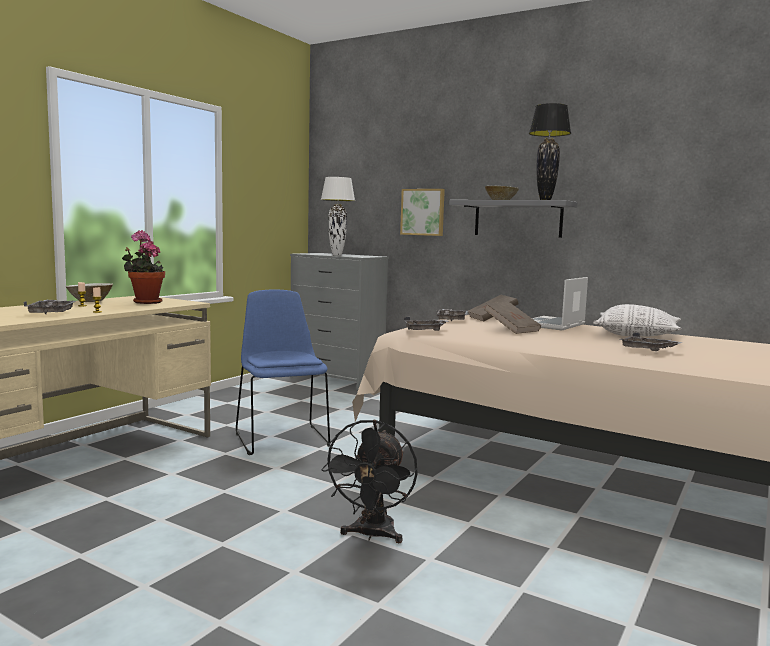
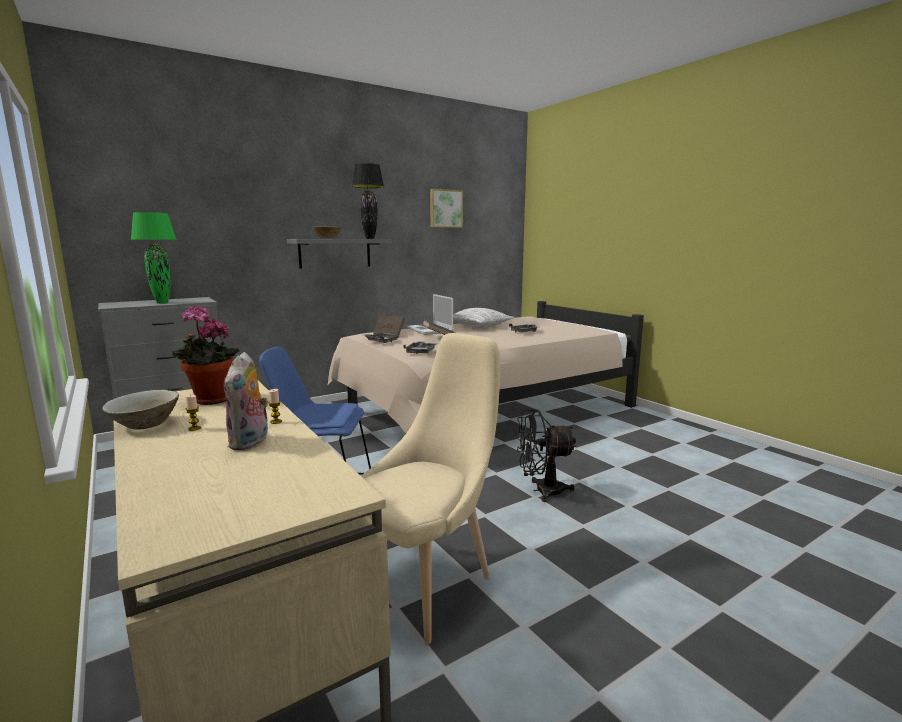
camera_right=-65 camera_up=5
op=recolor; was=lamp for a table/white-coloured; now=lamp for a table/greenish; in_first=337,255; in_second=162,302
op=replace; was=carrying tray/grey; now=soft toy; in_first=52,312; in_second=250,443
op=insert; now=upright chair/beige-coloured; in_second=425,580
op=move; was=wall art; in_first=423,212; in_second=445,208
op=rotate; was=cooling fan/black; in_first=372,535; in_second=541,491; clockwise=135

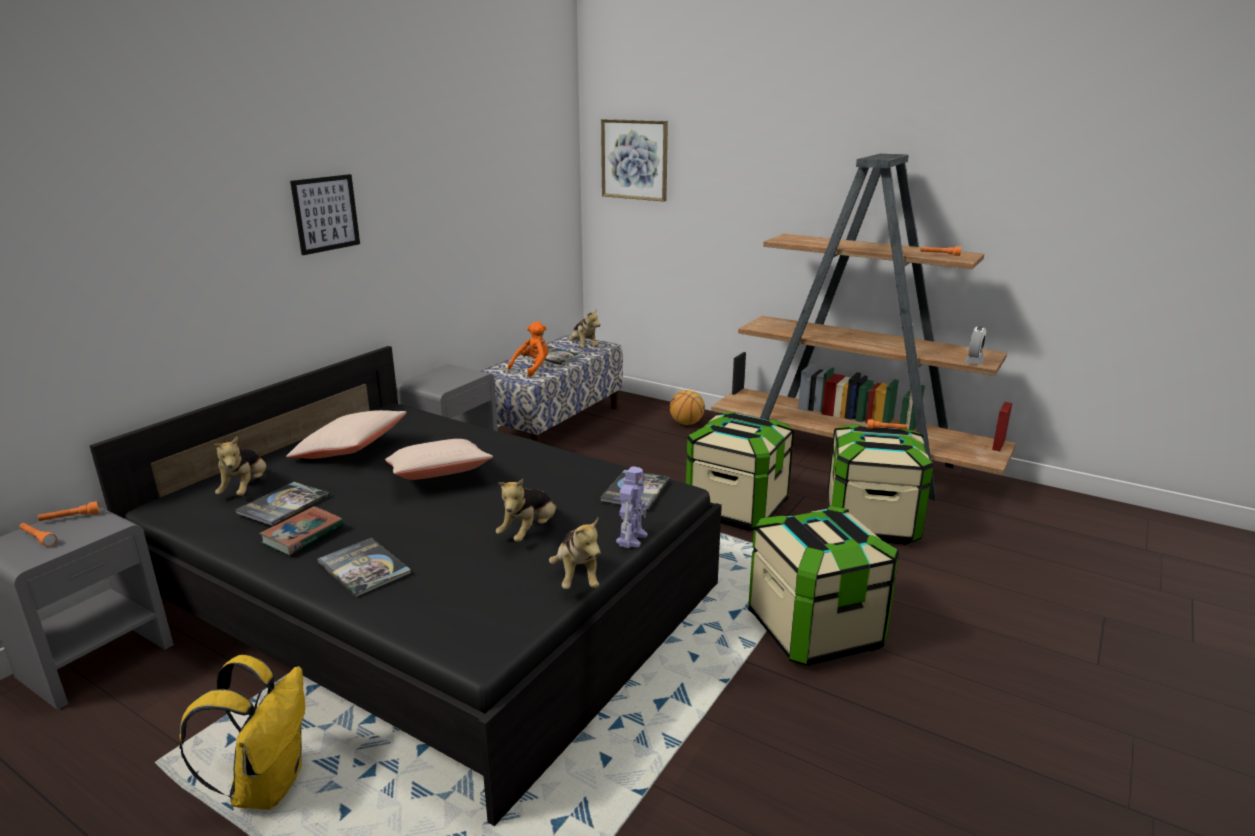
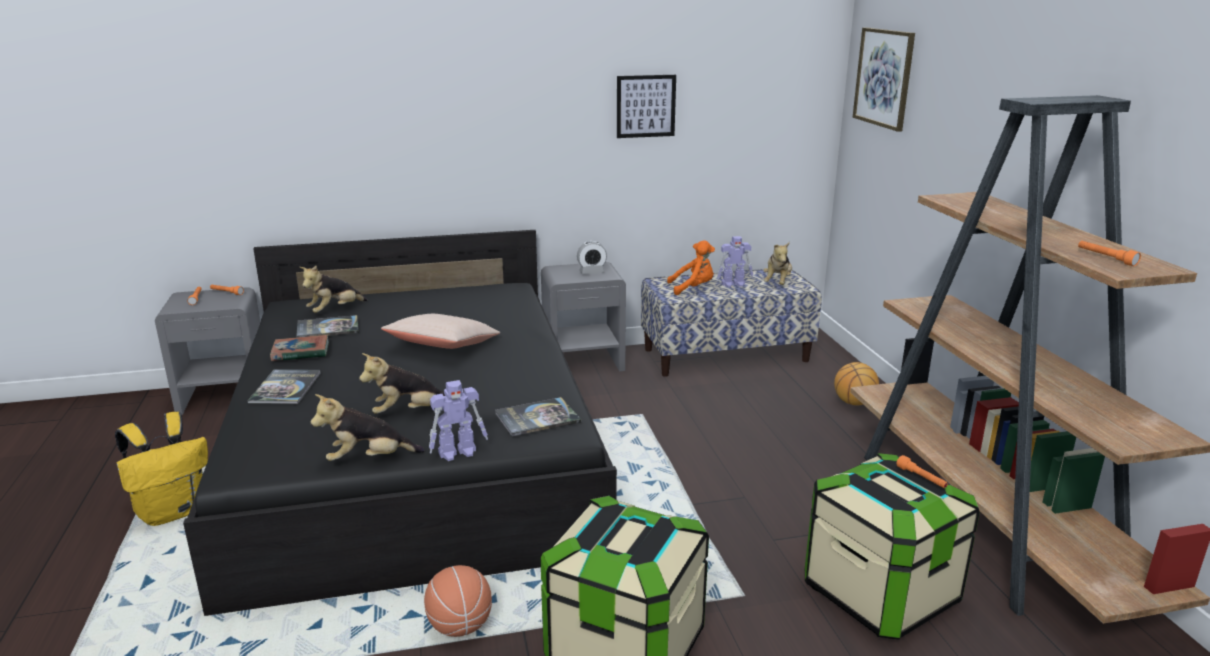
camera_right=45 camera_up=0
op=rotate; was=soft toy; in_first=577,577; in_second=369,459; clockwise=45
op=insert; now=ball for basketball; in_second=460,626
op=move; was=table clock; in_first=974,361; in_second=591,272
op=move; was=wall art; in_first=326,214; in_second=645,106
op=replace; was=volume; now=model robot; in_first=555,356; in_second=734,284
op=delete; was=pillow/beige-coloured; in_first=350,450
op=delete; was=storage bin; in_first=736,508

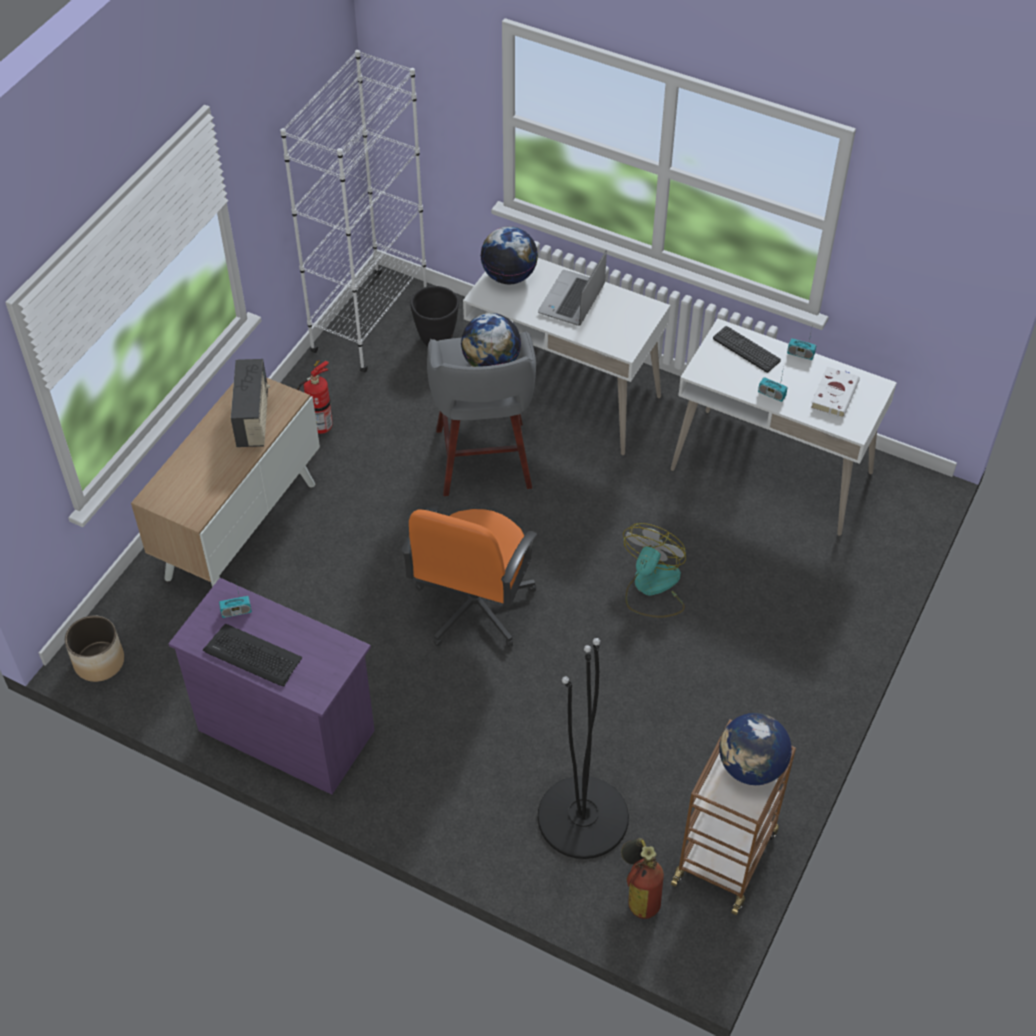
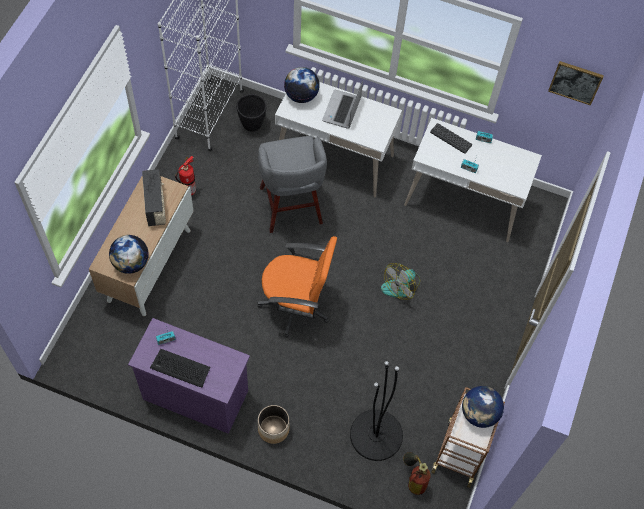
camera_right=-10 camera_up=10
op=move; was=world globe; in_first=491,364; in_second=131,263
op=rotate; was=computer chair/orange-coloured; in_first=473,606; in_second=296,305; clockwise=-90
op=move; was=planter; in_first=99,661; in_second=273,429
op=rotate; was=cooling fan; in_first=652,588; in_second=401,285; clockwise=-150
op=insert; now=wall art; in_second=575,82
op=delete; was=volume/white-coloured; in_first=834,393

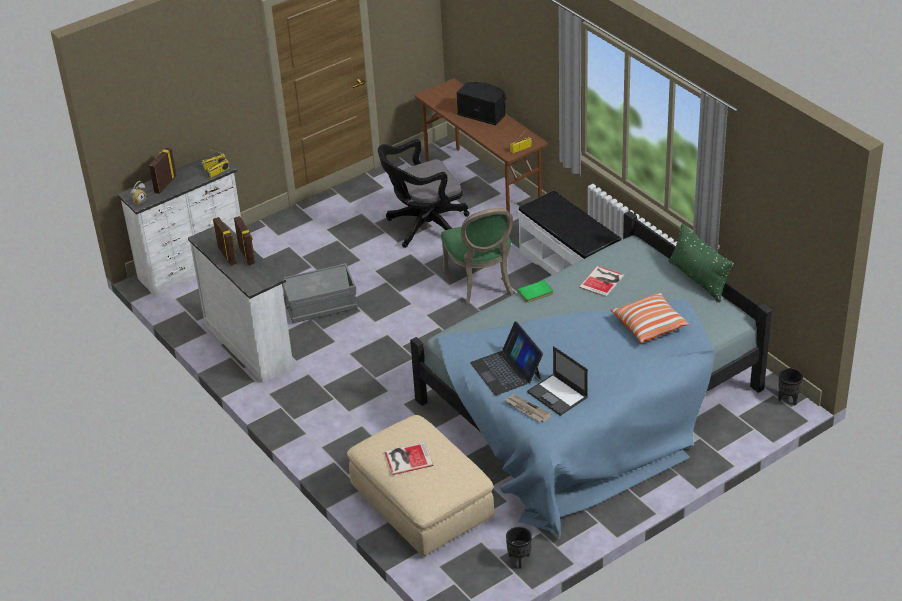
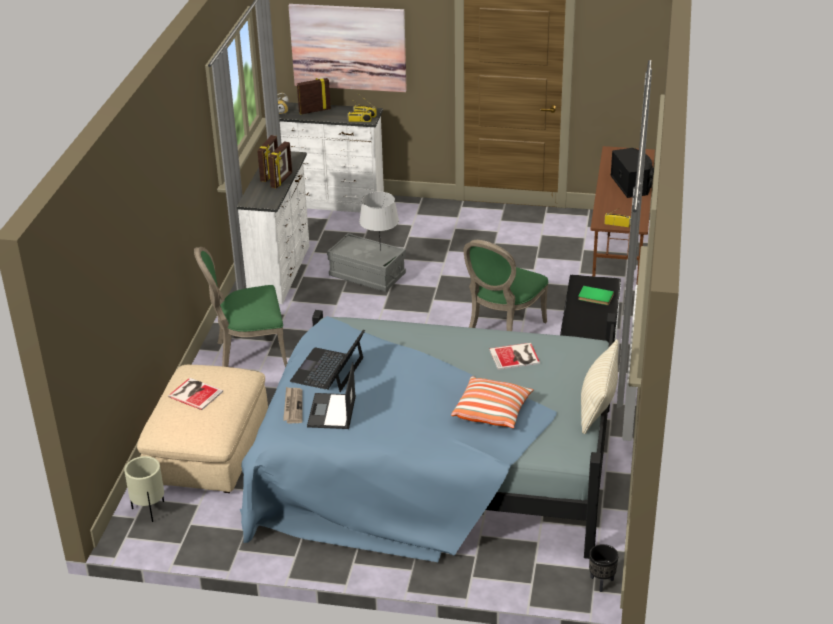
camera_right=45 camera_up=-5
op=insert; now=planter/beige-coloured; in_second=149,510
op=insert; now=upright chair/greenish; in_second=249,353
op=insert; now=wall art; in_second=348,47
op=insert; now=lamp for a table/grey; in_second=380,251
op=move; was=volume/greenish; in_first=536,293; in_second=595,297
op=recolor; was=pillow/greenish; now=pillow/beige-coloured; in_first=698,279; in_second=598,406
op=delete; was=computer chair/black; in_first=424,227
op=delete; was=planter/black; in_first=519,560

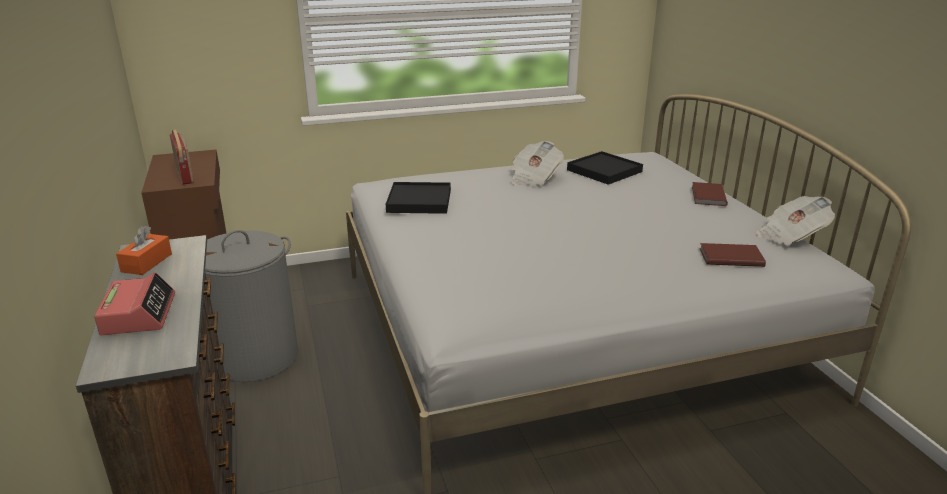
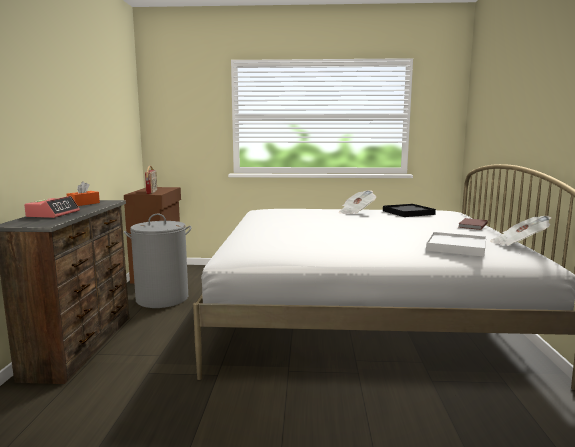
camera_right=20 camera_up=-15
op=replace; was=volume/brown-coloured; now=carrying tray/white-coloured; in_first=730,257; in_second=456,247
op=delete; was=carrying tray/black; in_first=419,201

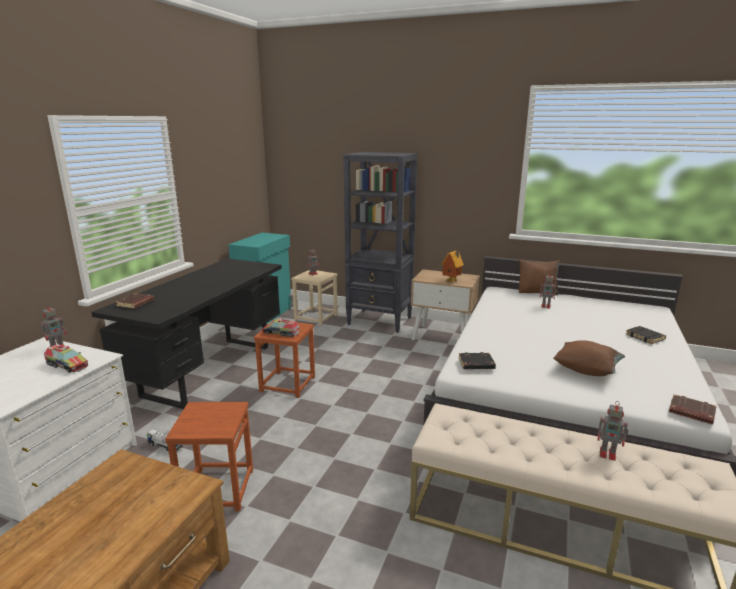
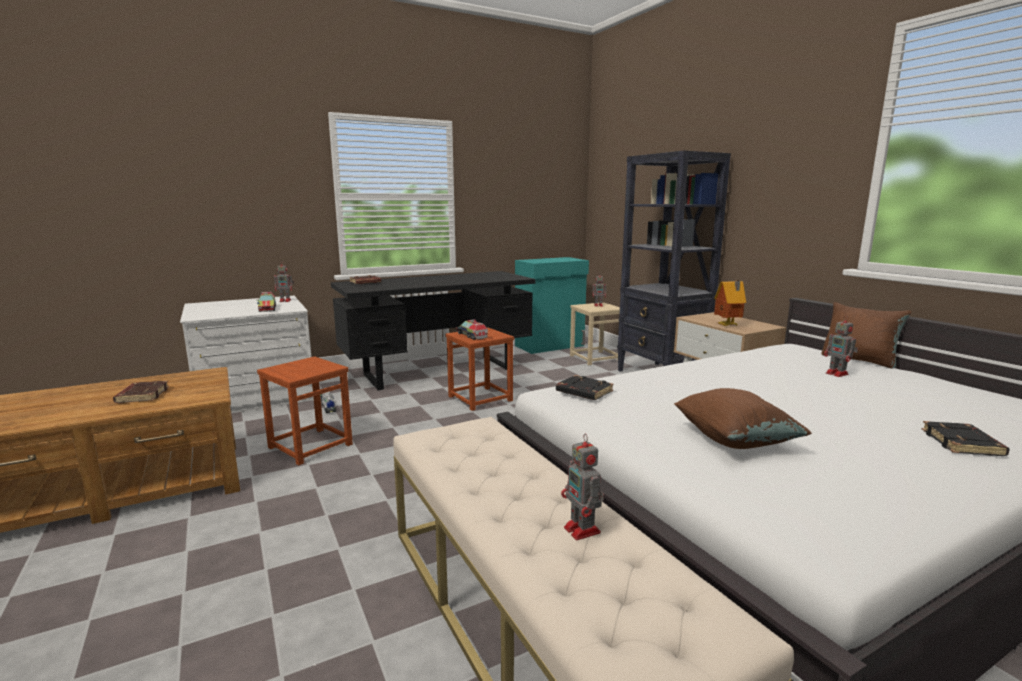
camera_right=40 camera_up=-5
op=move; was=volume/brown-coloured; in_first=690,412; in_second=142,395

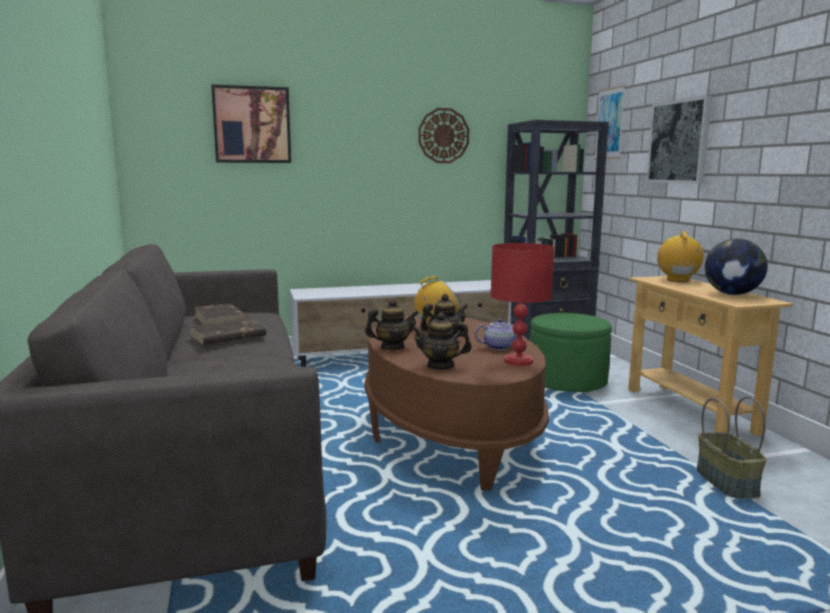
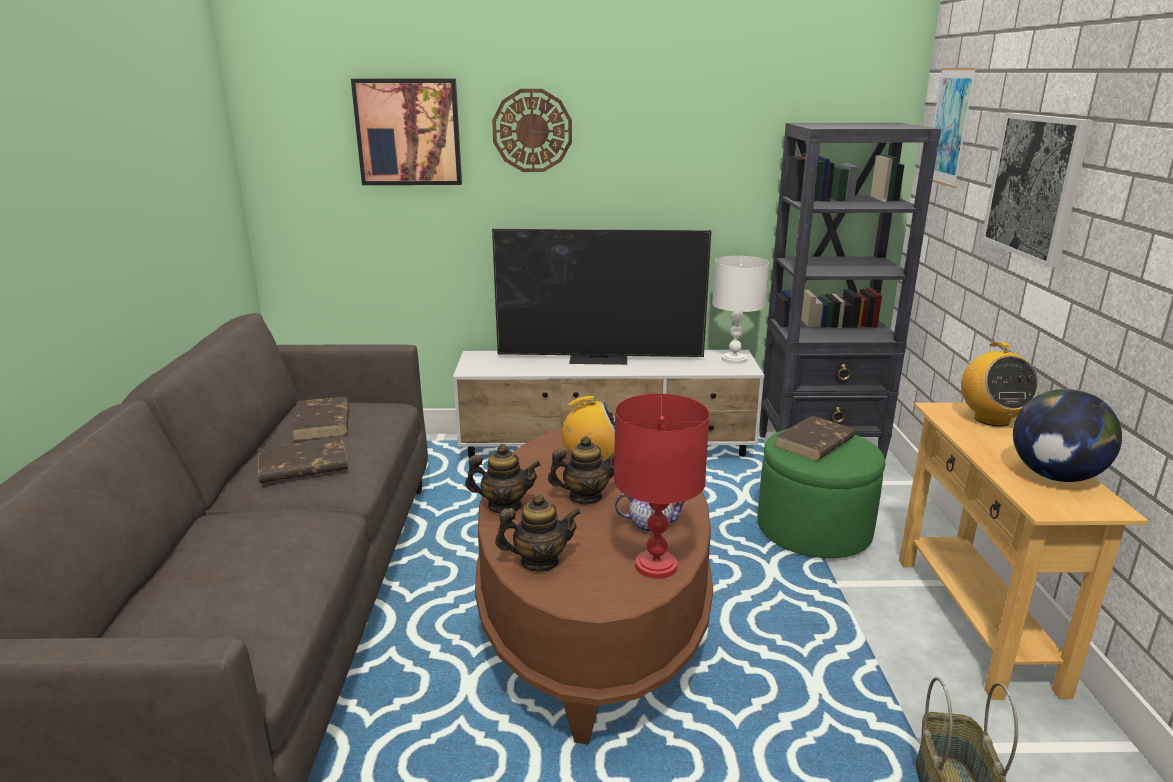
camera_right=15 camera_up=10
op=move; was=hanging clock; in_first=443,135; in_second=532,131
op=insert; now=TV; in_second=599,358
op=rotate; was=teapot; in_first=440,366; in_second=539,562; clockwise=150
op=insert; now=lamp for a table/white-coloured; in_second=734,359
op=insert; now=volume/brown-coloured; in_second=814,443
op=rotate; was=radio set; in_first=678,280; in_second=991,419; clockwise=150

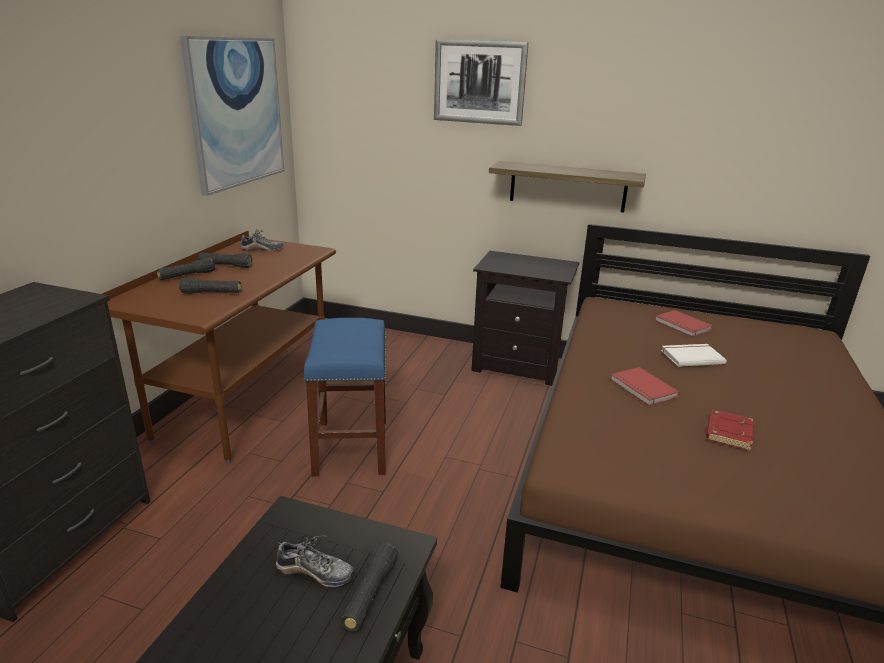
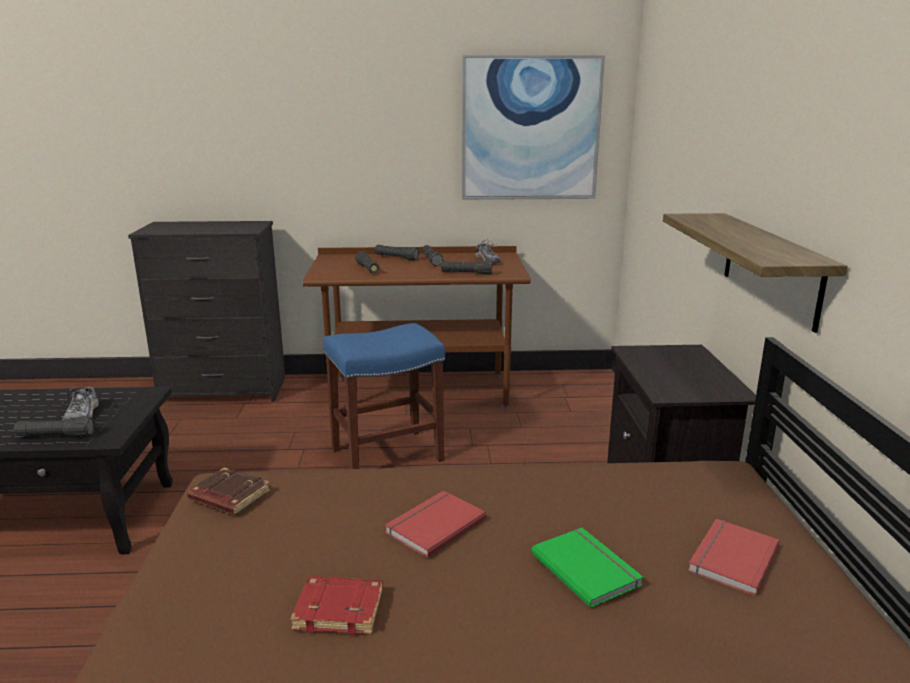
camera_right=70 camera_up=-5
op=insert; now=volume/brown-coloured; in_second=228,497
op=insert; now=hand torch/black; in_second=466,273
op=recolor; was=volume/white-coloured; now=volume/greenish; in_first=691,356; in_second=587,568
op=delete; was=wall art; in_first=479,82

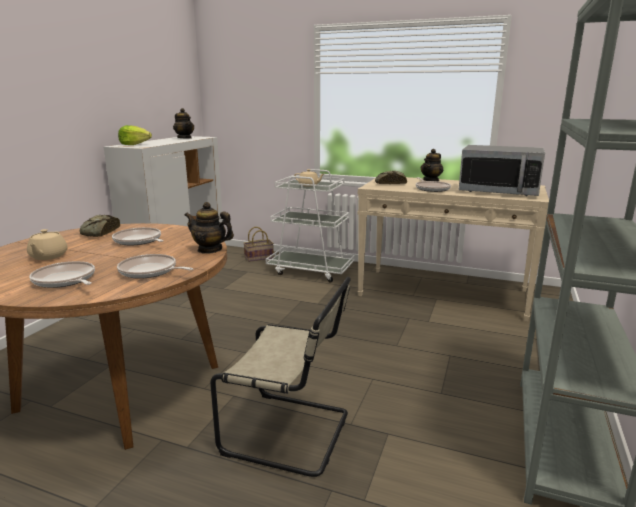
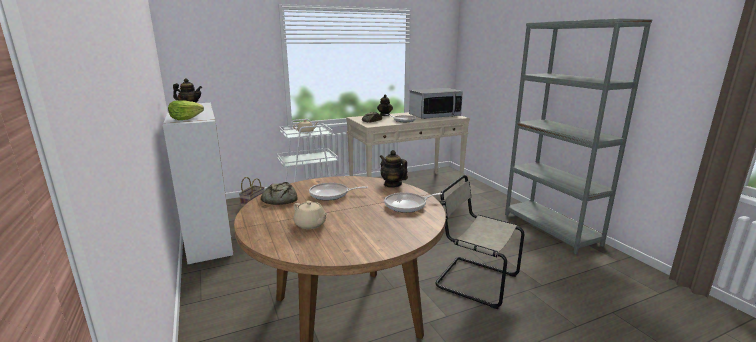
camera_right=-45 camera_up=0
op=rotate; was=teapot; in_first=210,250; in_second=392,184; clockwise=75
op=rotate; was=upright chair/beige-coloured; in_first=291,433; in_second=473,280; clockwise=-120
op=delete; was=skillet; in_first=65,280

